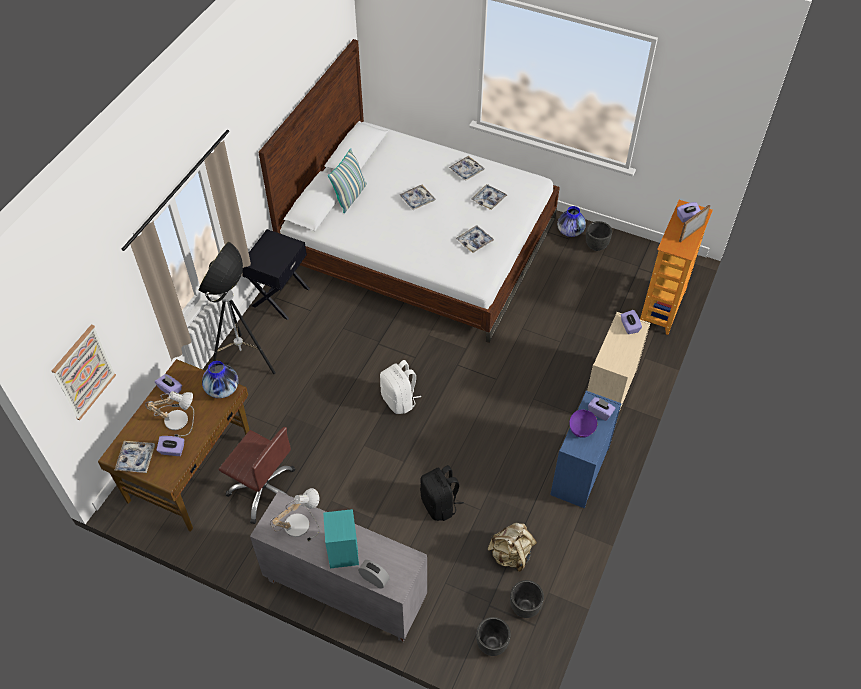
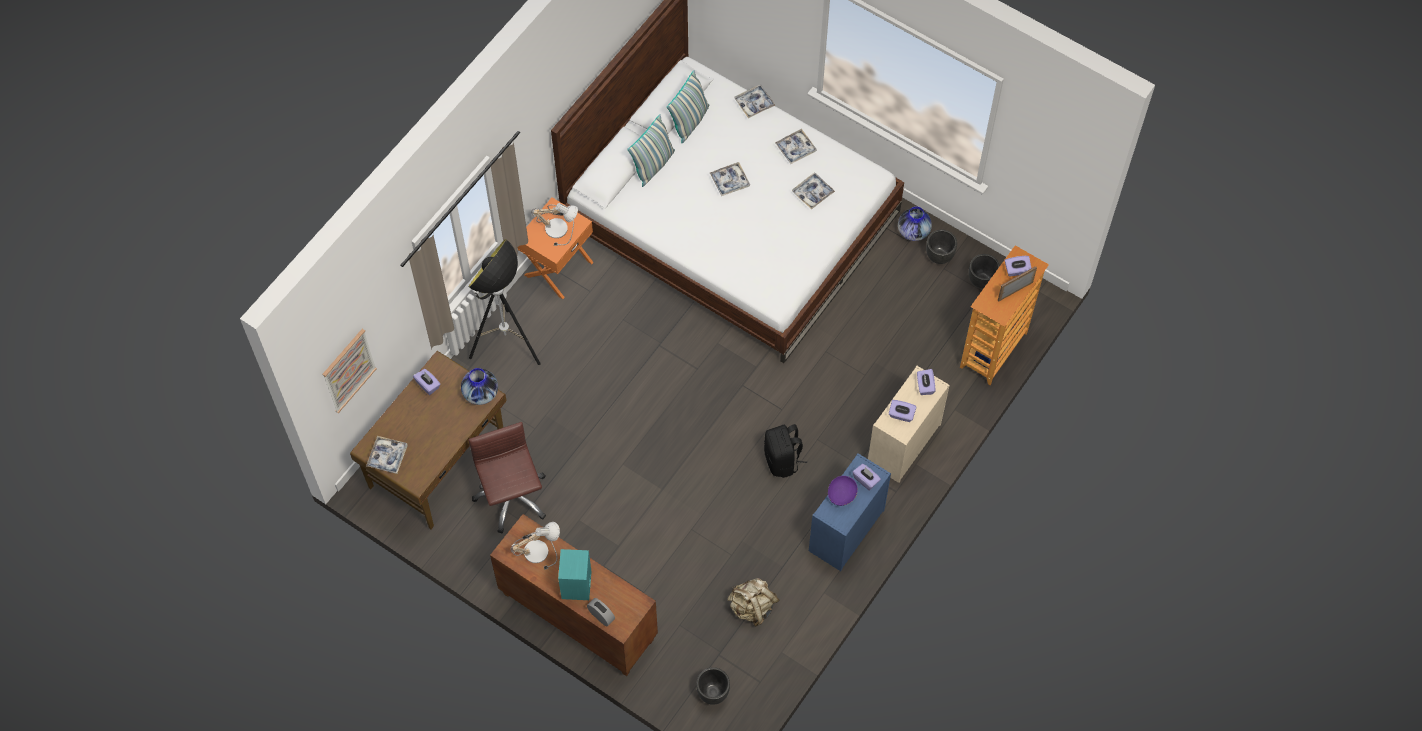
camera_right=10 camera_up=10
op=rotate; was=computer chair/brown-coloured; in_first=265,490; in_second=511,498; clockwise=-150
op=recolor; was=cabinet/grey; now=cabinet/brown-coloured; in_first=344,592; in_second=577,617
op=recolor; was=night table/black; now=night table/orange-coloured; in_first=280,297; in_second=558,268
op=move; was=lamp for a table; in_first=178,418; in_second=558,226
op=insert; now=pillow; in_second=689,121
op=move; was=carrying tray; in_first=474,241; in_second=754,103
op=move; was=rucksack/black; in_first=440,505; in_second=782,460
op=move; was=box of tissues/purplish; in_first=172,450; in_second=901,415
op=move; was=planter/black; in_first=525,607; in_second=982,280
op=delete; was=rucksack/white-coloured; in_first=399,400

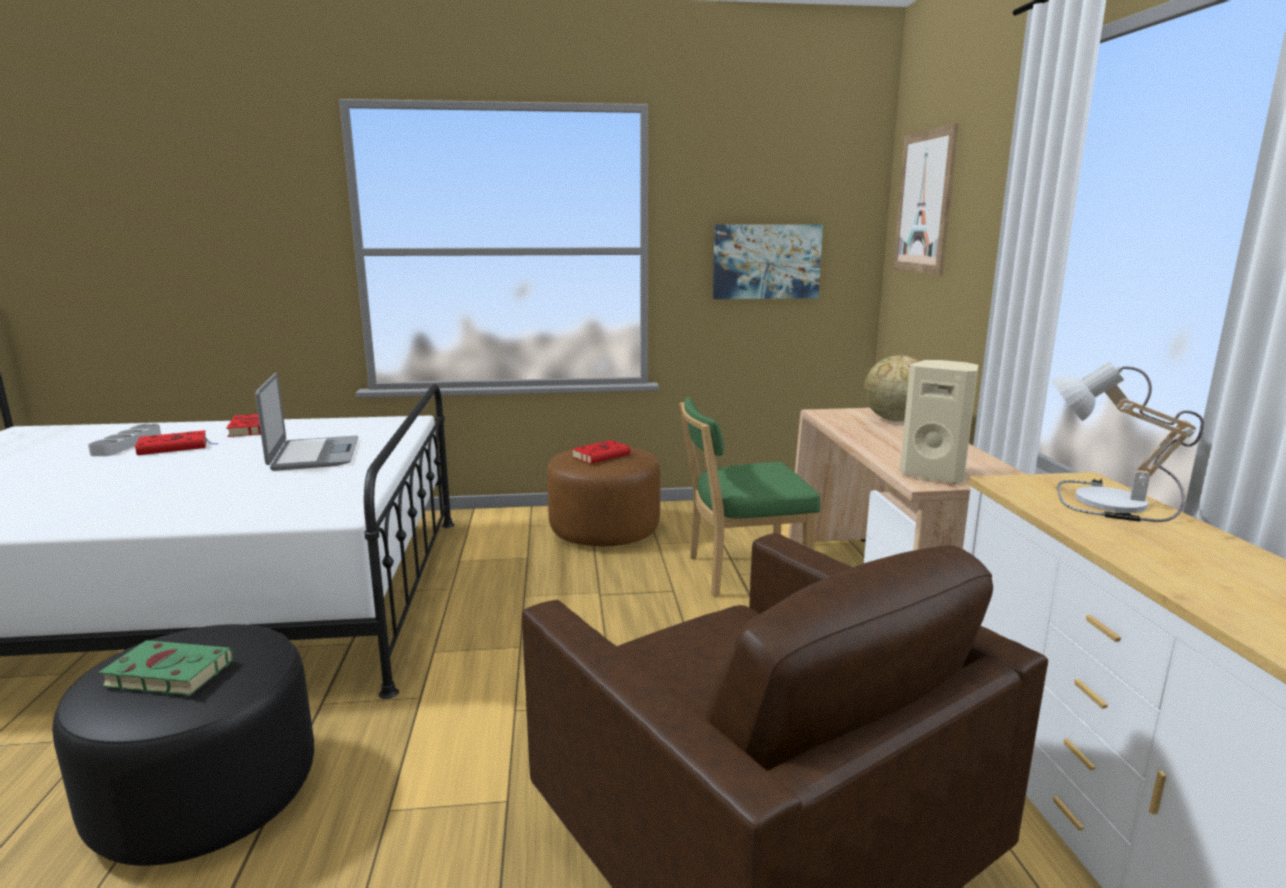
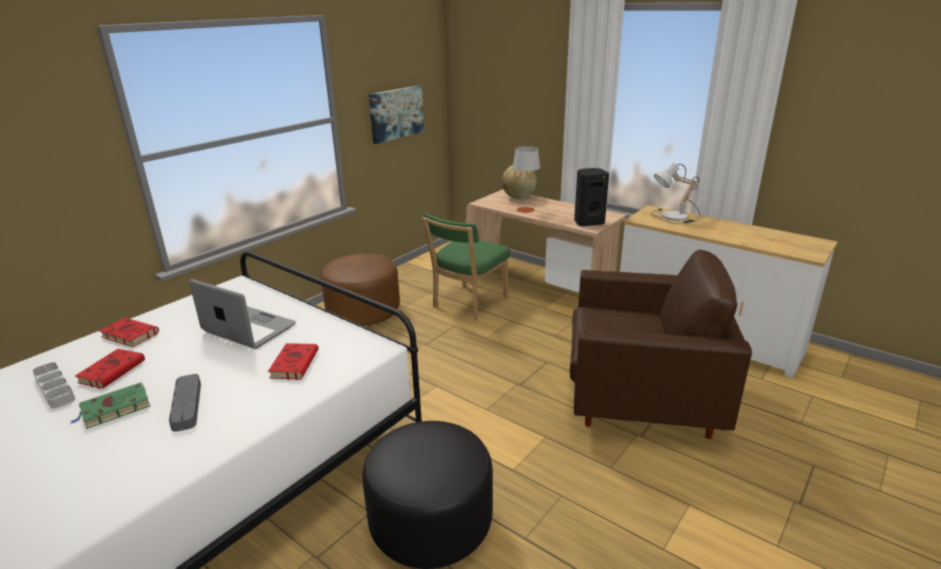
camera_right=-45 camera_up=10
op=move; was=volume/greenish; in_first=166,674; in_second=114,409
op=insert; now=carrying tray/grey; in_second=187,405
op=move; was=volume/red-coloured; in_first=602,455; in_second=295,363
op=insert; now=lamp for a table/grey; in_second=525,210
op=recolor; was=loudspeaker/beige-coloured; now=loudspeaker/black; in_first=934,474; in_second=588,222
op=delete; was=wall art; in_first=924,202

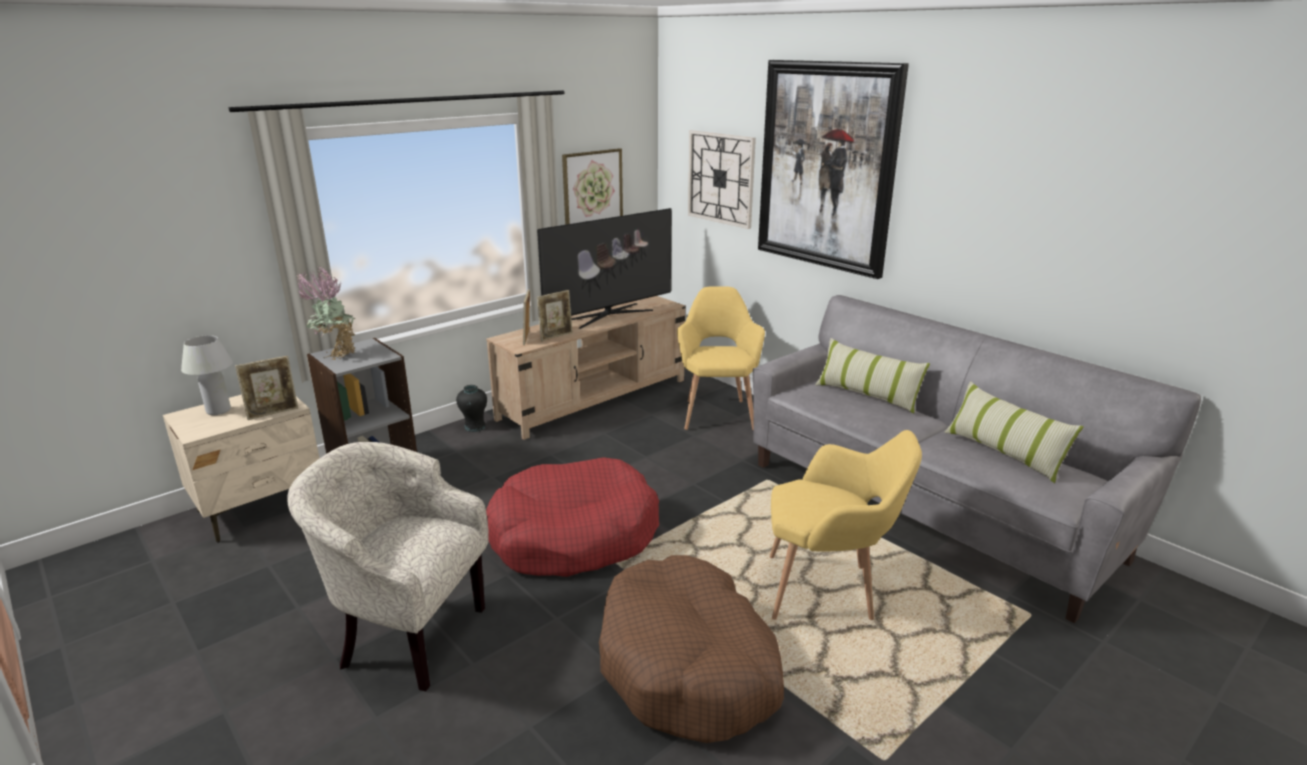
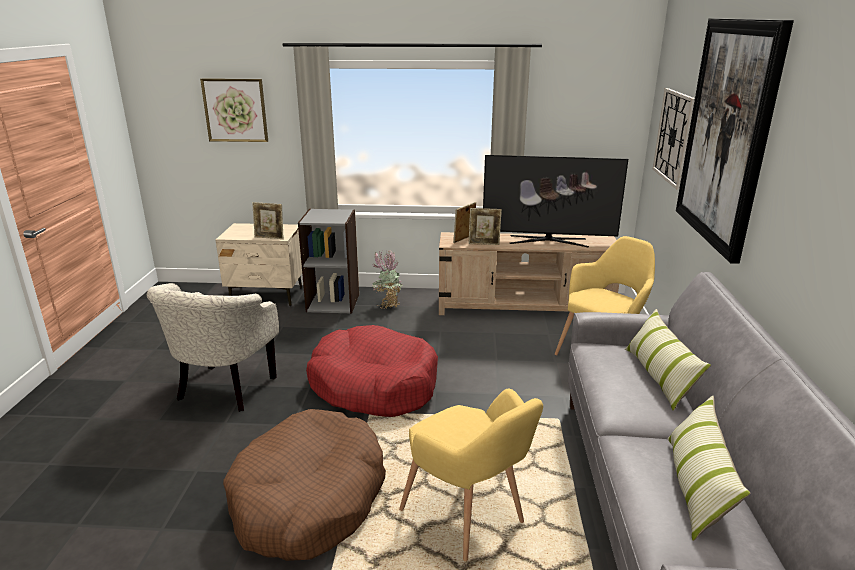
camera_right=45 camera_up=0
op=rotate; was=easy chair/beige-coloured; in_first=406,636; in_second=223,391; clockwise=-135
op=move; was=wall art; in_first=592,188; in_second=235,110
op=move; was=plant in a pot; in_first=336,354; in_second=388,305
op=delete; was=lamp for a table/white-coloured; in_first=218,411
op=delete; was=flower vase/black; in_first=475,427

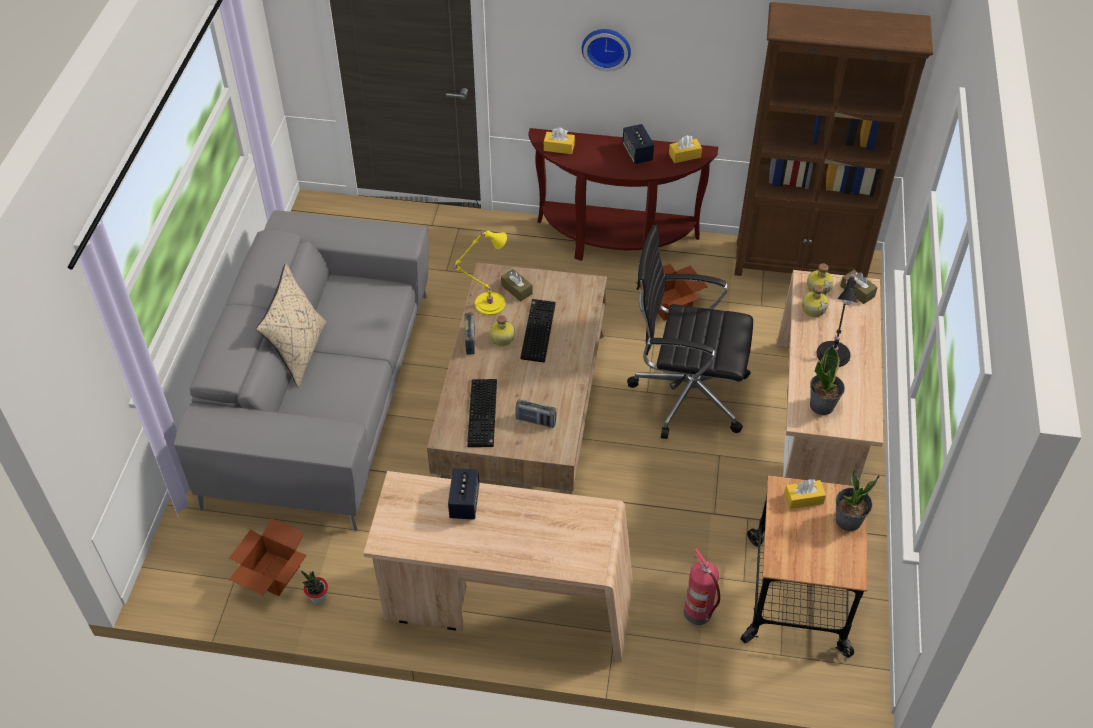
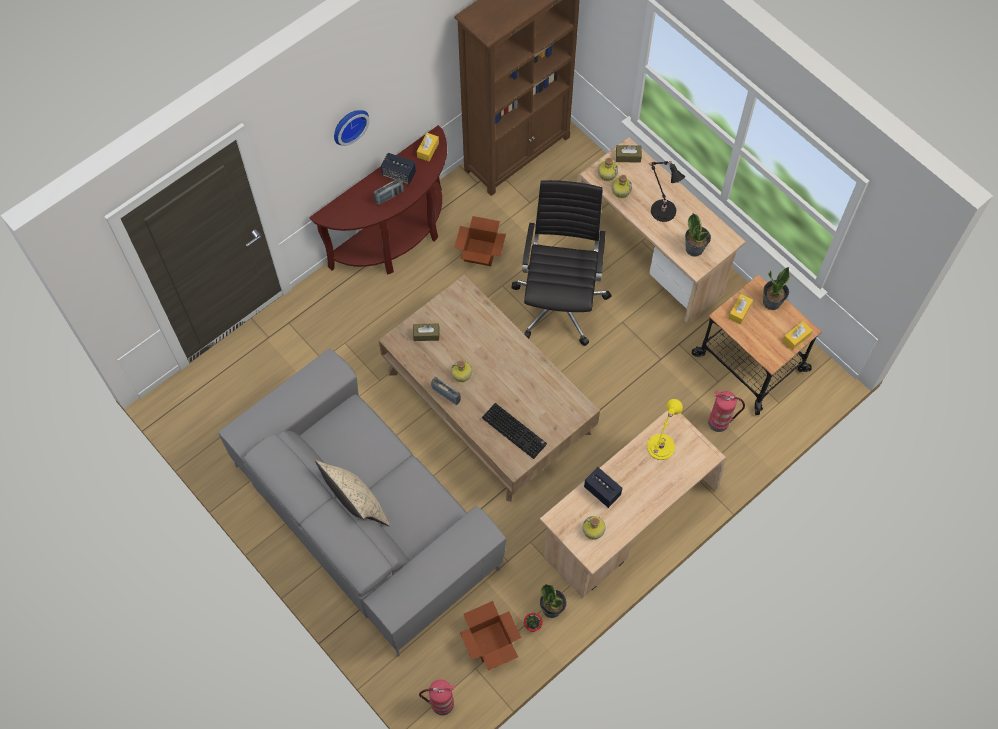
camera_right=-50 camera_up=15
op=move; was=radio set; in_first=535,421; in_second=389,196
op=insert; now=fire extinguisher; in_second=441,704
op=rotate; was=computer chair/black; in_first=686,393; in_second=560,301; clockwise=135
op=insert; now=plant in a pot; in_second=552,608
op=insert; now=beverage bottle; in_second=593,531
op=move; was=lamp for a table/yellowish; in_first=487,304; in_second=659,449
op=move; was=box of tissues/yellowish; in_first=559,147; in_second=796,338
op=delete; was=PC keyboard; in_first=537,330

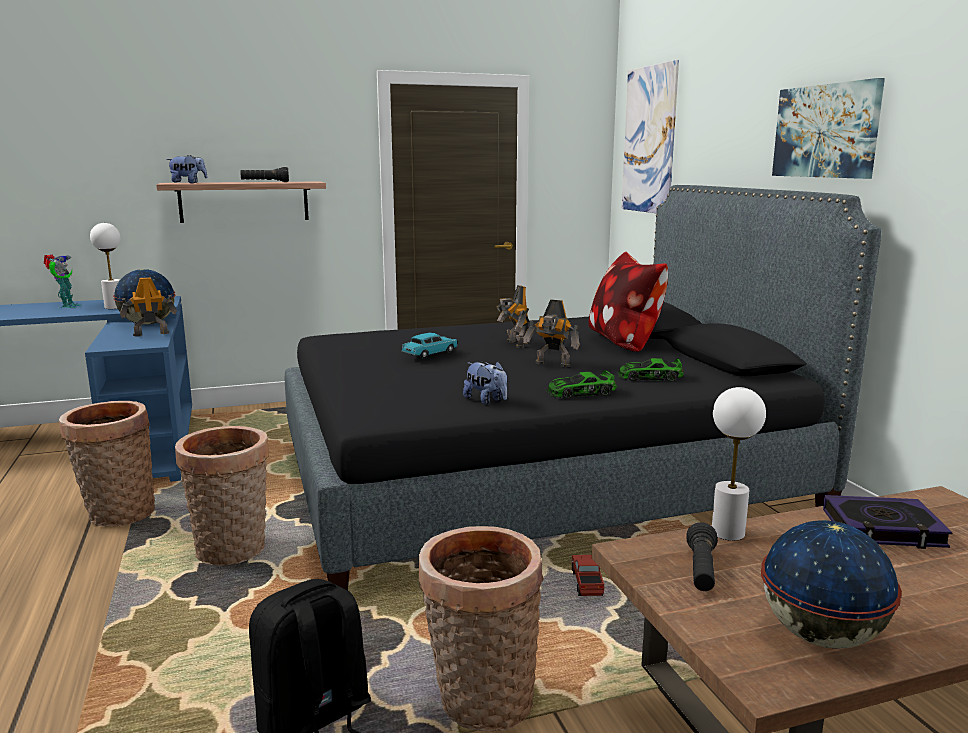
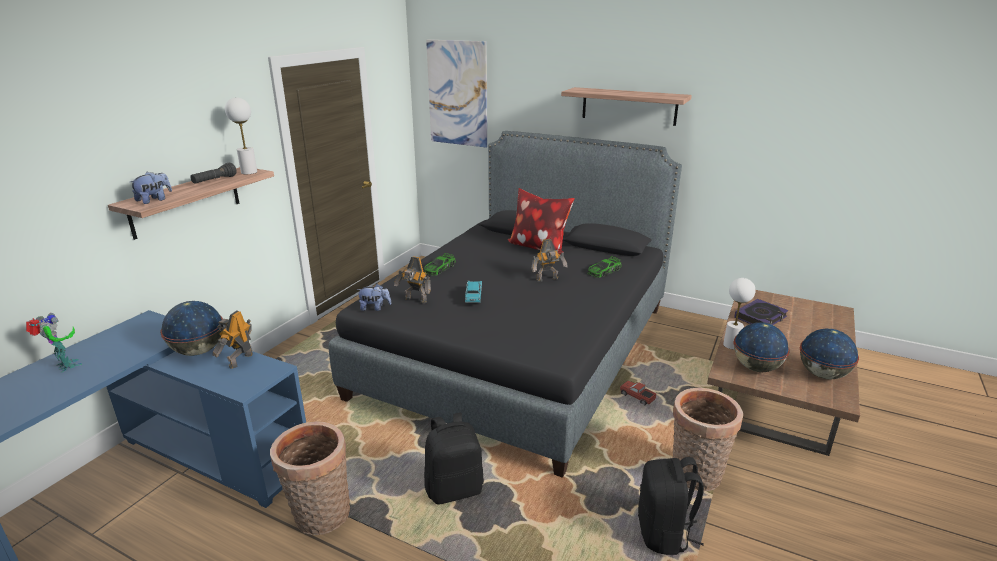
camera_right=-45 camera_up=10
op=move; was=lamp for a table/white-coloured; in_first=114,307; in_second=249,172
op=move; was=soft toy; in_first=486,400; in_second=375,308
op=move; was=model robot; in_first=514,344; in_second=415,300
op=move; was=model car; in_first=580,392; in_second=439,268
op=replace; was=household basket; now=rucksack/black; in_first=232,552; in_second=454,488
op=replace; was=wall art; now=shelf; in_first=826,131; in_second=629,106
op=replace; was=hand torch/black; now=world globe; in_first=701,571; in_second=756,368

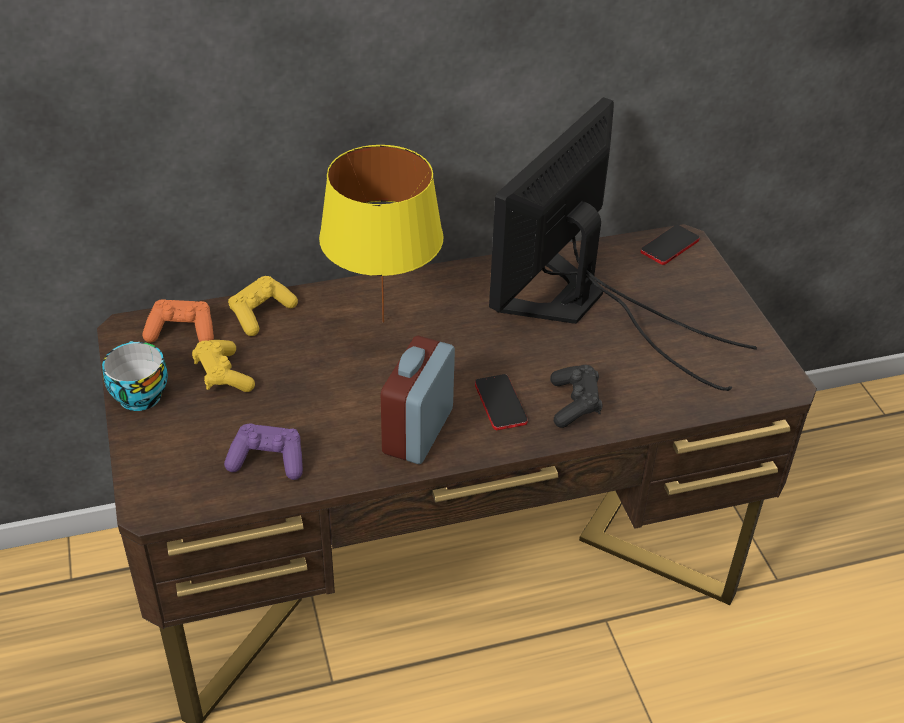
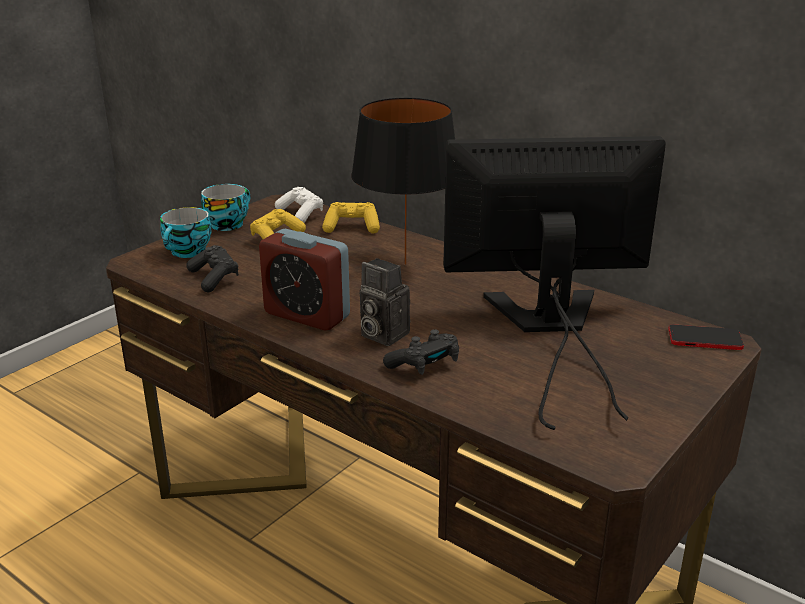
camera_right=55 camera_up=-15
op=insert; now=drinking cup; in_second=188,252
op=recolor; was=joypad/purplish; now=joypad/black; in_first=268,461; in_second=214,278
op=rotate; was=table clock; in_first=418,431; in_second=307,315; clockwise=-135
op=recolor; was=joypad/orange-coloured; now=joypad/white-coloured; in_first=182,332; in_second=300,214
op=recolor; was=lamp for a table/yellowish; now=lamp for a table/black; in_first=383,321; in_second=406,264
op=replace; was=handset; now=still camera; in_first=500,403; in_second=381,334

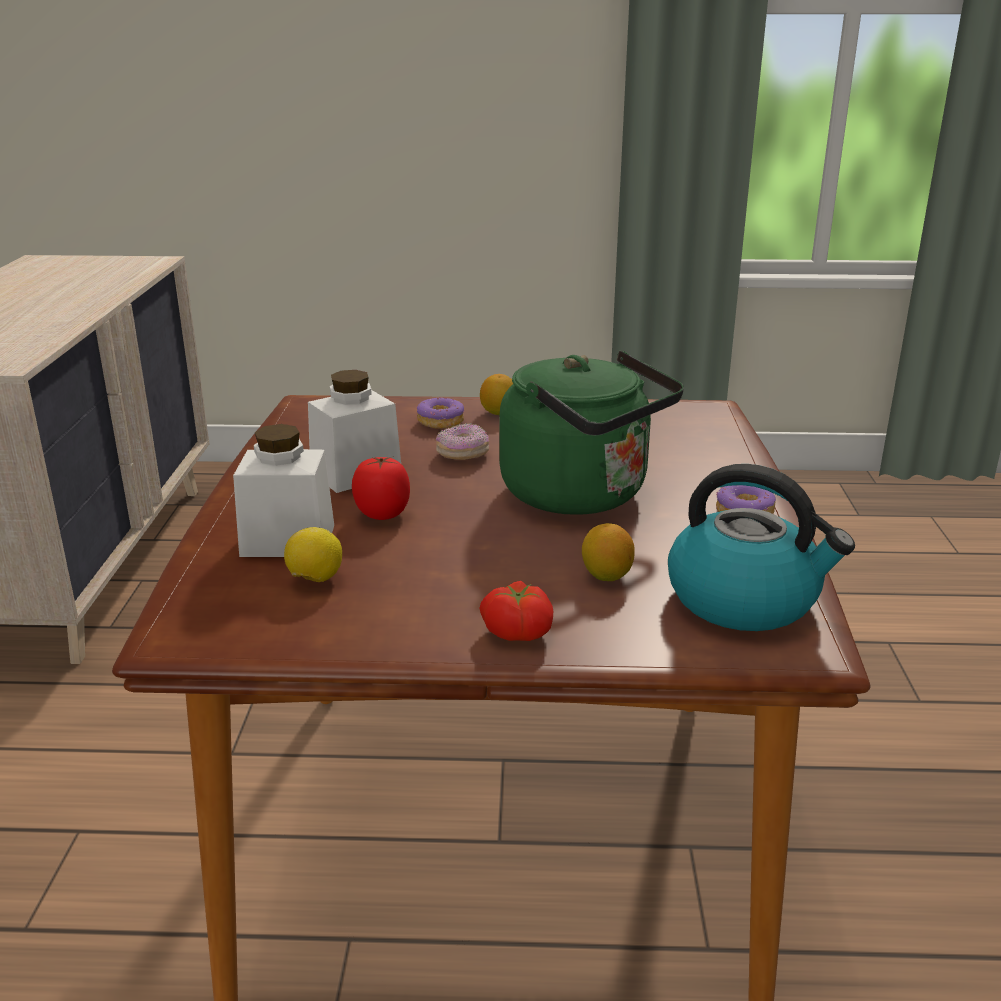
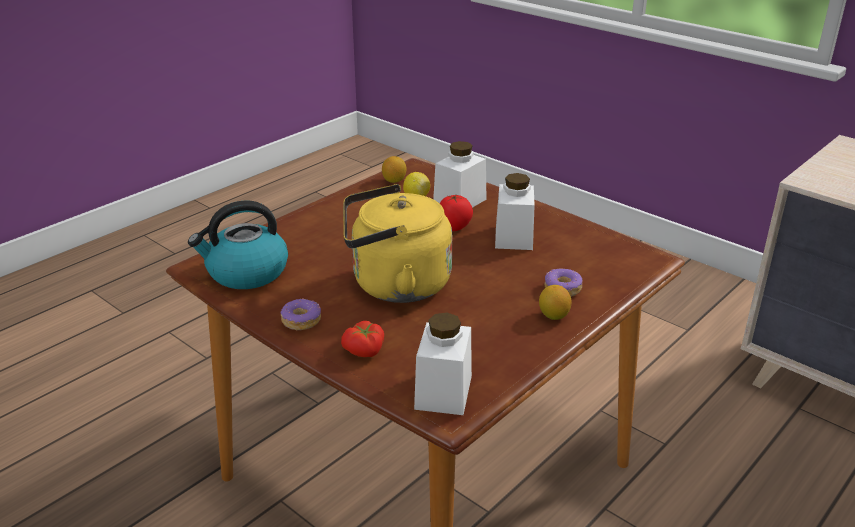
camera_right=130 camera_up=5
op=move; was=whole tomato; in_first=518,630; in_second=365,351
op=recolor; was=kettle/greenish; now=kettle/yellowish; in_first=582,495; in_second=395,285
op=move; was=citrus fruit; in_first=606,576; in_second=394,181
op=insert; now=jar/white-coloured; in_second=443,392
op=delete; was=ring doughnut; in_first=463,454

